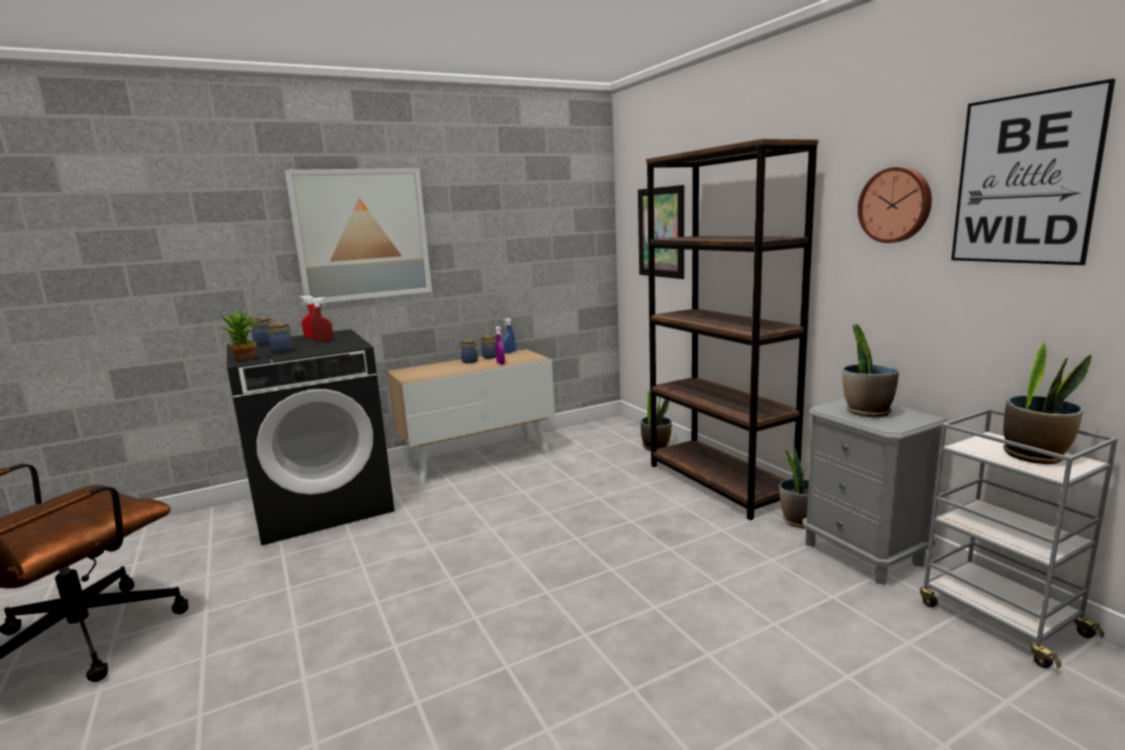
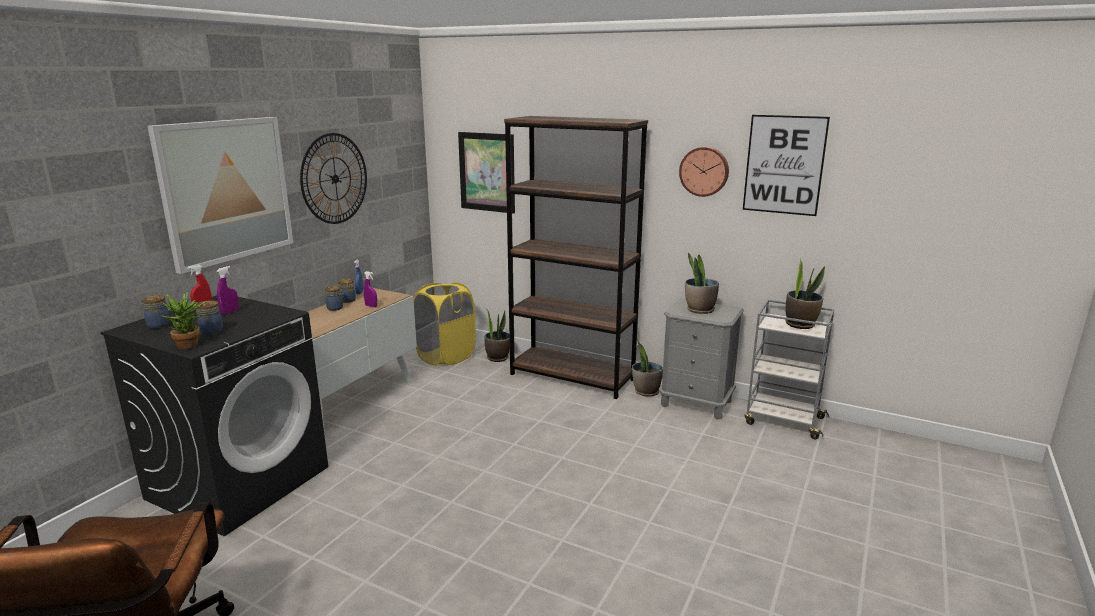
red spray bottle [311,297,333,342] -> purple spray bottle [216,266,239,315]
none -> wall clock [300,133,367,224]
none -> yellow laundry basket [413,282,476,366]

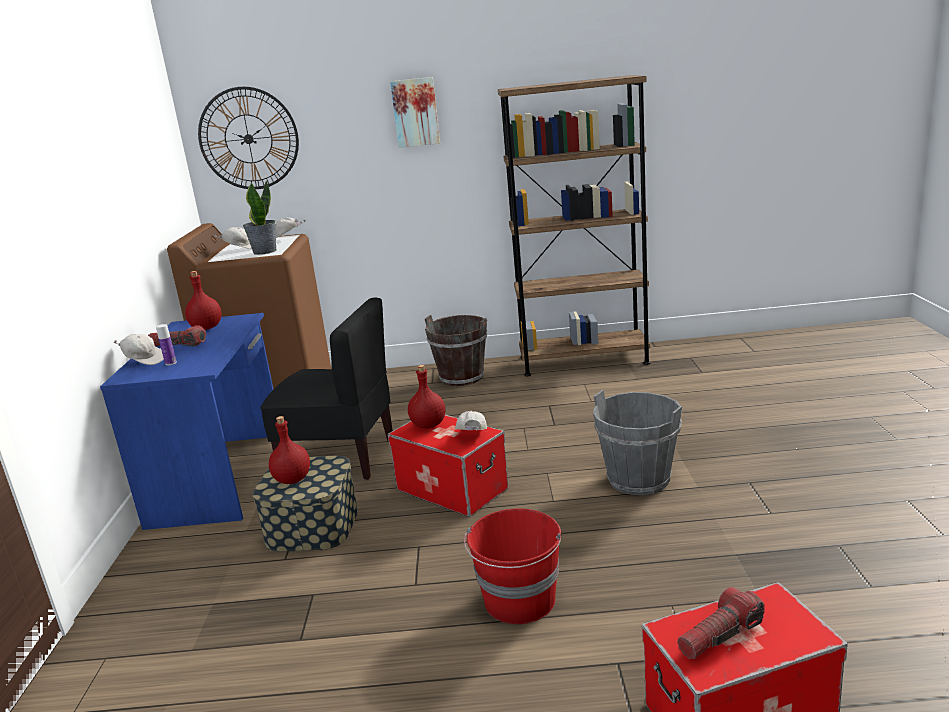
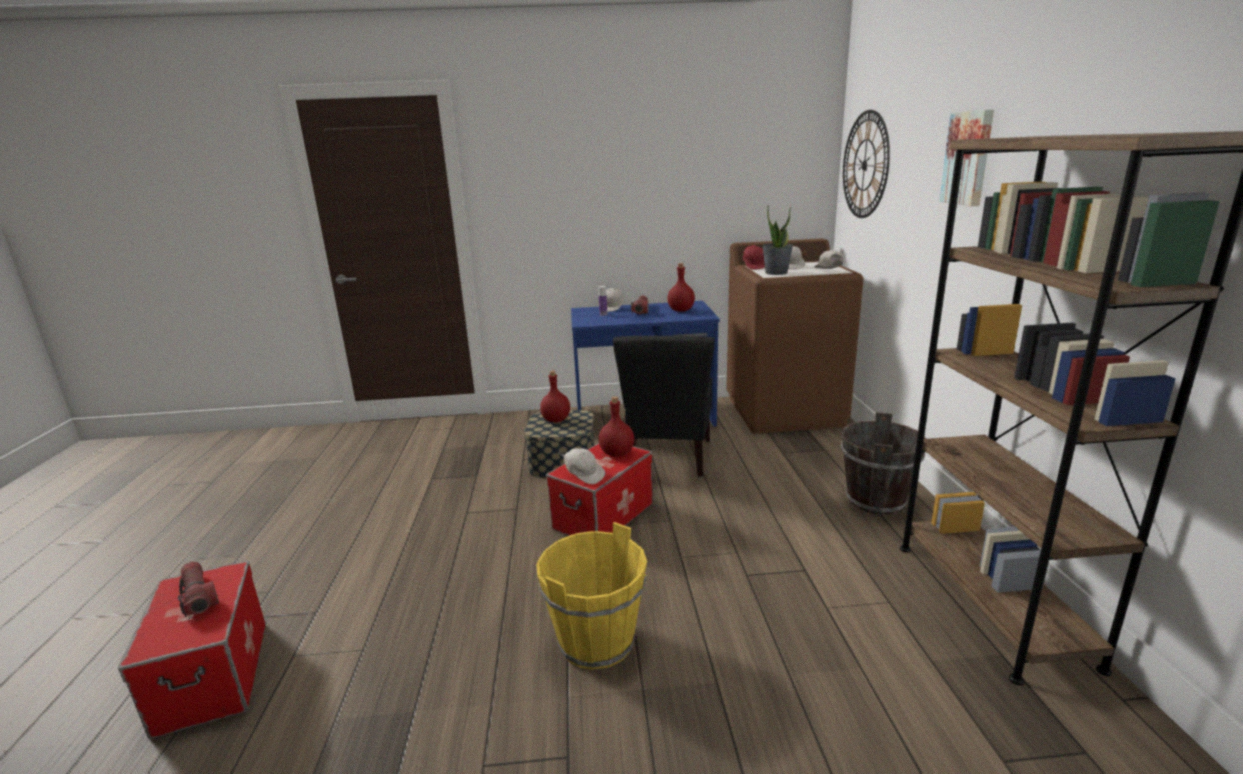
grey bucket [593,390,682,495] -> yellow bucket [536,522,647,670]
white cap [455,411,487,431] -> white cap [558,448,605,484], 45 degrees clockwise
none -> red cap [743,245,765,270]
red bucket [464,508,562,624] -> none

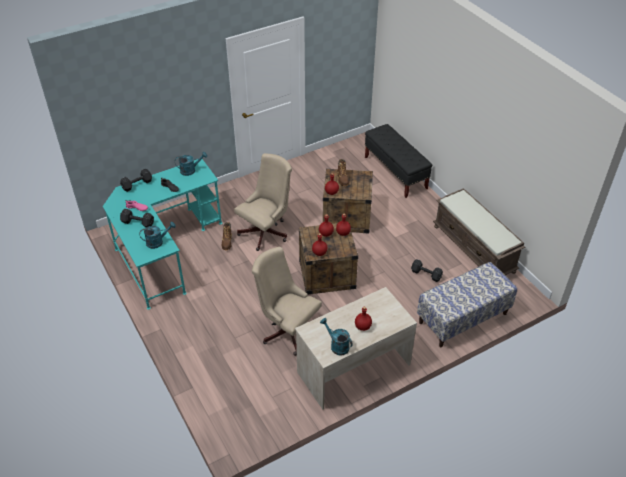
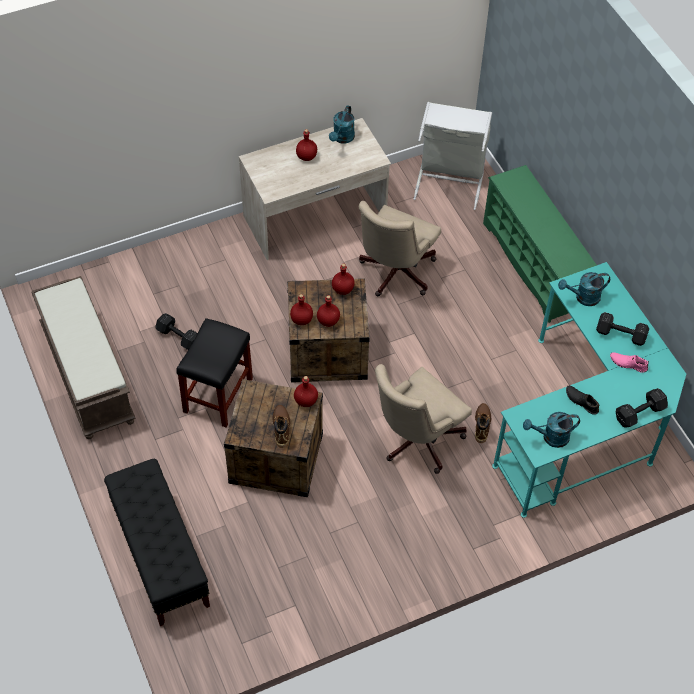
none -> black stool [176,318,253,427]
turquoise watering can [320,318,353,355] -> turquoise watering can [329,105,355,144], 60 degrees clockwise
beige office chair [252,247,322,356] -> beige office chair [359,201,441,296], 75 degrees clockwise
none -> grey laundry basket [414,102,492,210]
none -> green shoe rack [483,165,597,323]
bench [417,262,517,347] -> none

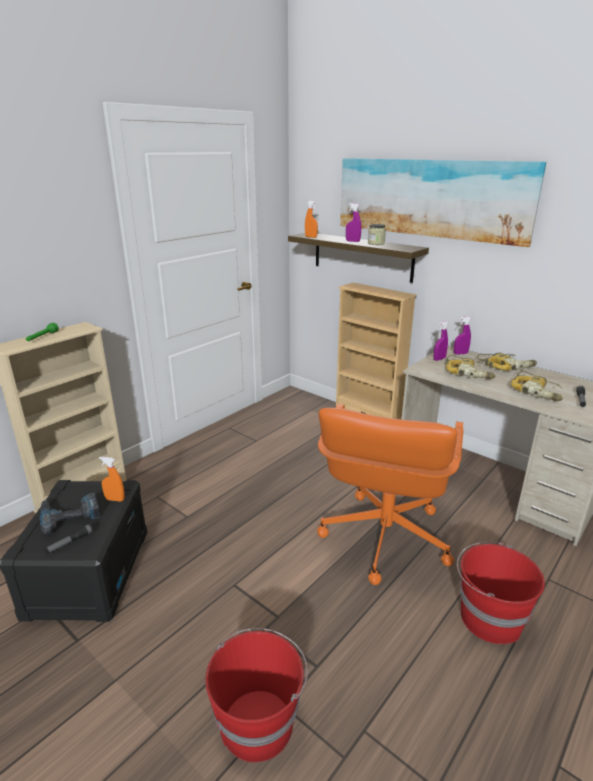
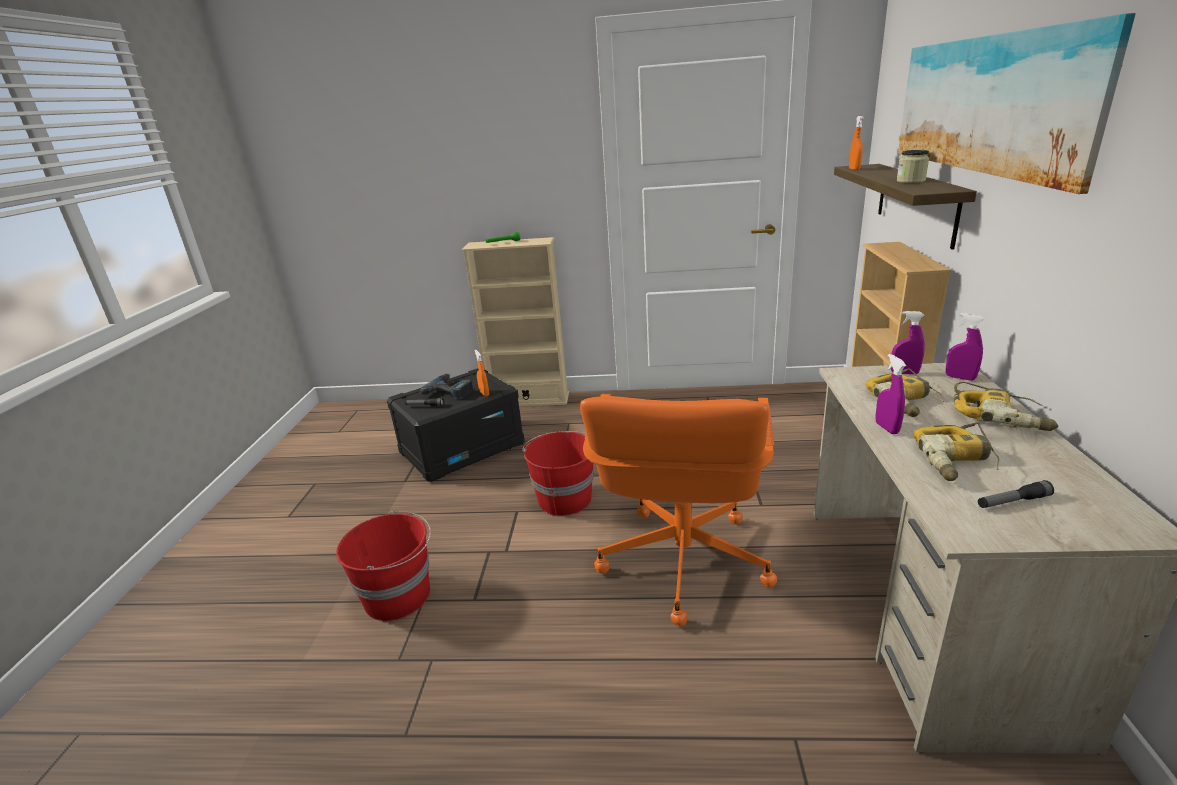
red bucket [457,542,545,644] -> red bucket [523,431,594,516], relocated
orange office chair [317,404,463,585] -> orange office chair [580,394,777,627], 60 degrees counterclockwise
purple spray bottle [346,203,361,242] -> purple spray bottle [875,354,906,435], relocated

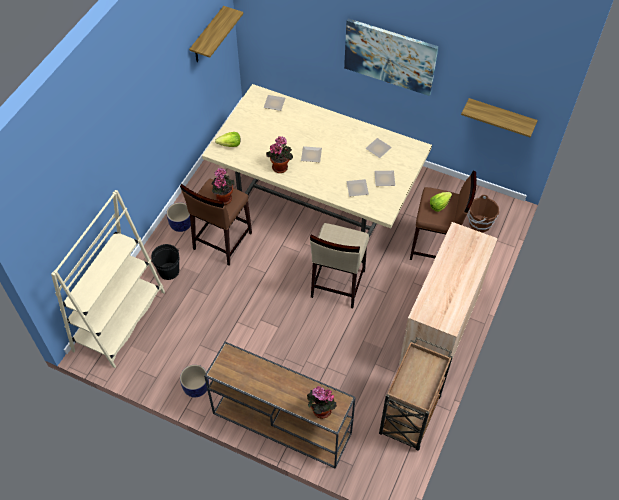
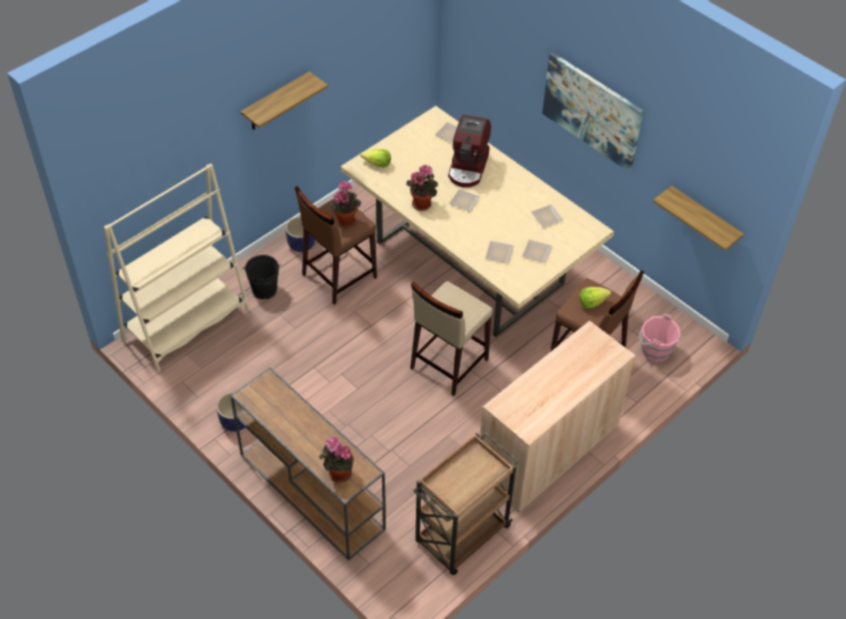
shelf [189,6,243,62] -> shelf [240,71,328,130], relocated
none -> coffee machine [448,115,491,187]
brown bucket [467,195,499,232] -> pink bucket [639,314,681,362]

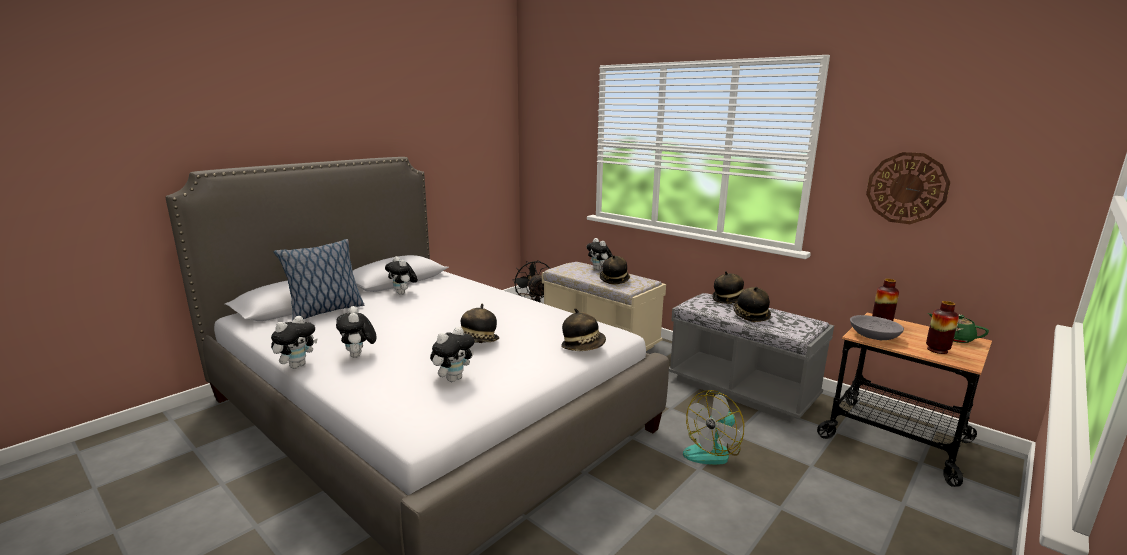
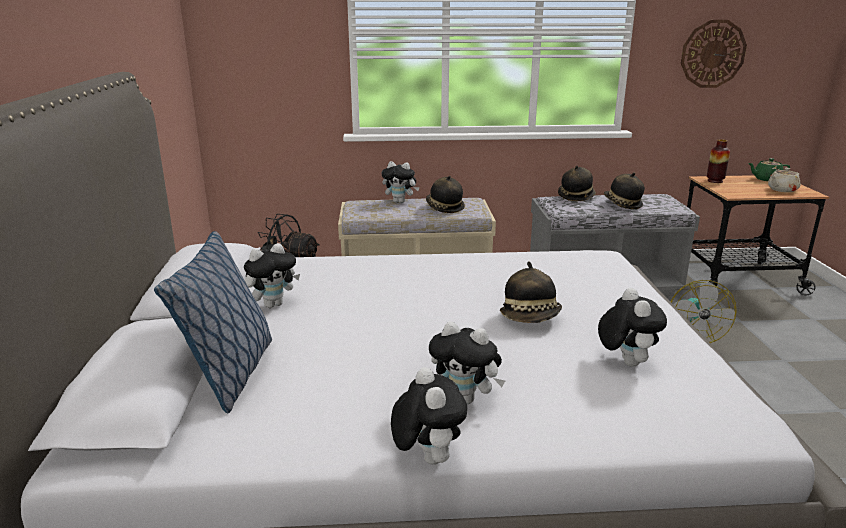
plush toy [385,256,418,295] -> plush toy [244,243,300,308], 45 degrees counterclockwise
vase [926,301,959,354] -> beige teapot [768,168,801,192]
hat [561,308,606,351] -> none
grey bowl [850,315,904,340] -> none

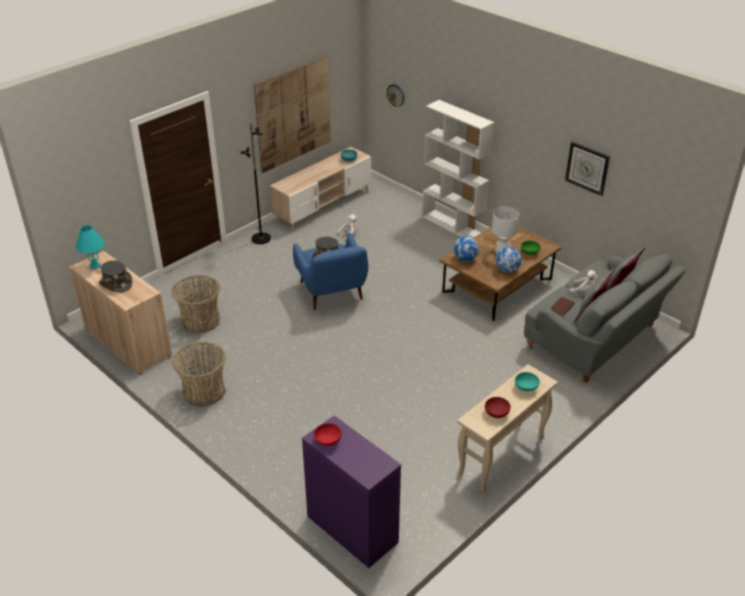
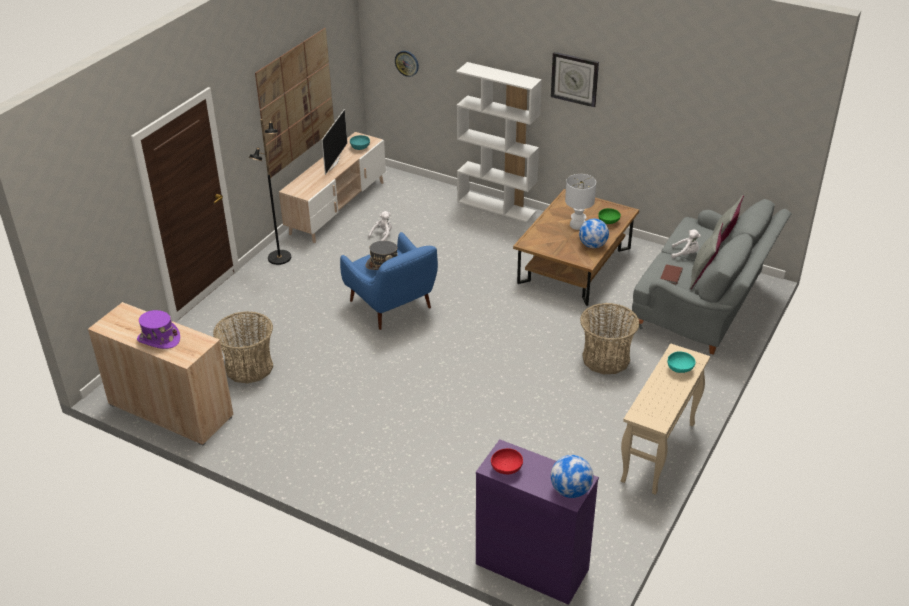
grey hat [99,260,133,293] -> purple hat [137,310,180,349]
none -> television [322,109,348,175]
wall clock [565,141,610,196] -> wall clock [551,52,599,107], relocated
globe [454,236,479,261] -> globe [551,455,593,498], relocated
basket [172,342,226,407] -> basket [580,303,640,374], relocated
turquoise table lamp [76,225,105,269] -> none
red bowl [485,397,511,418] -> none

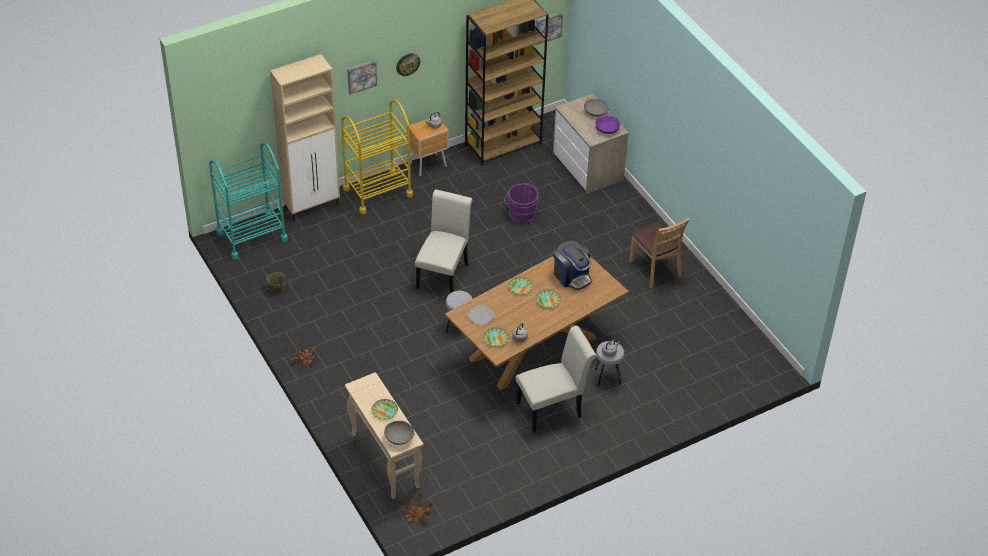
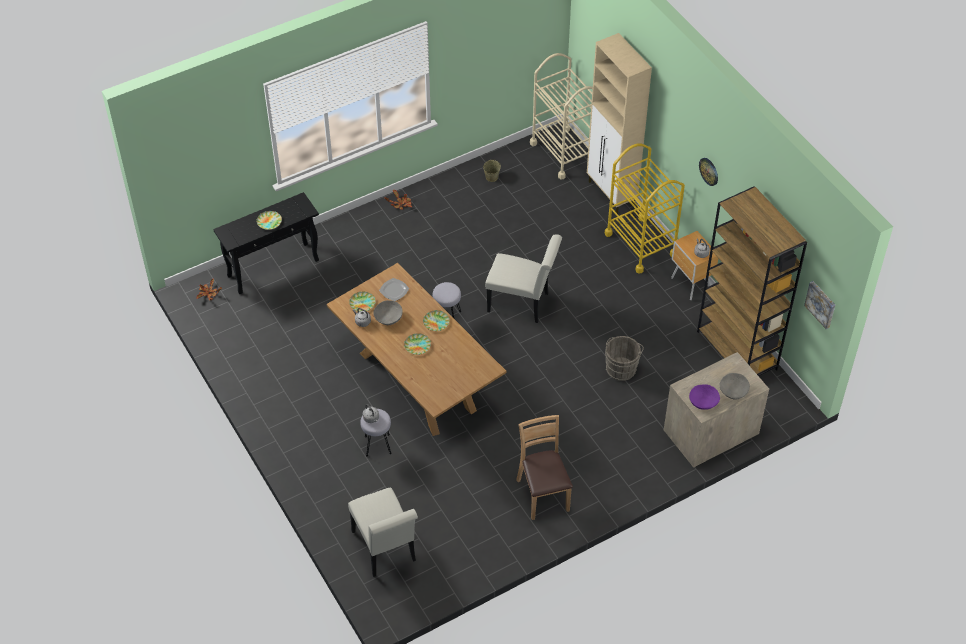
beige console table [345,372,424,499] -> black console table [213,192,319,294]
white chair [516,326,597,433] -> white chair [348,488,418,577], relocated
grey bowl [384,421,415,445] -> grey bowl [373,300,403,325], relocated
brown chair [629,218,690,288] -> brown chair [516,415,573,520], 105 degrees clockwise
turquoise cart [209,143,288,260] -> beige cart [530,53,593,180]
purple bucket [504,183,539,223] -> grey bucket [605,336,644,381]
picture [347,60,377,95] -> none
coffee machine [553,239,592,290] -> none

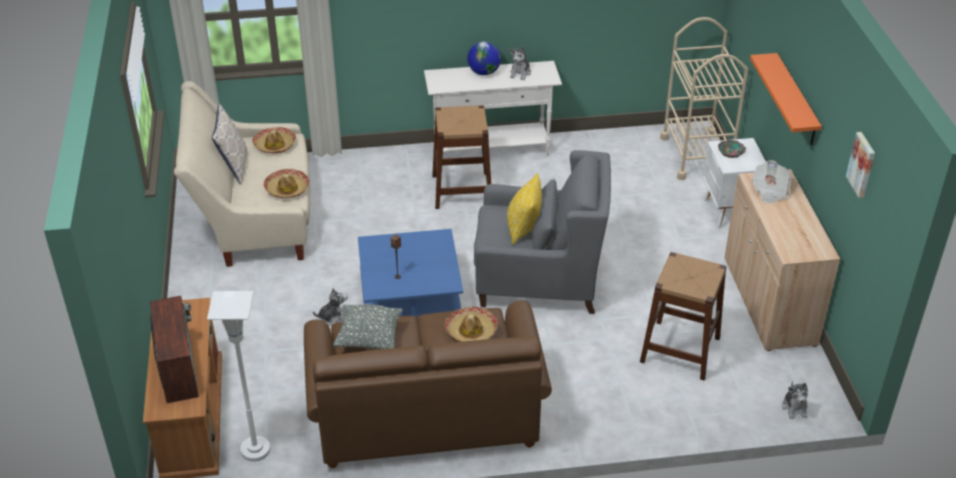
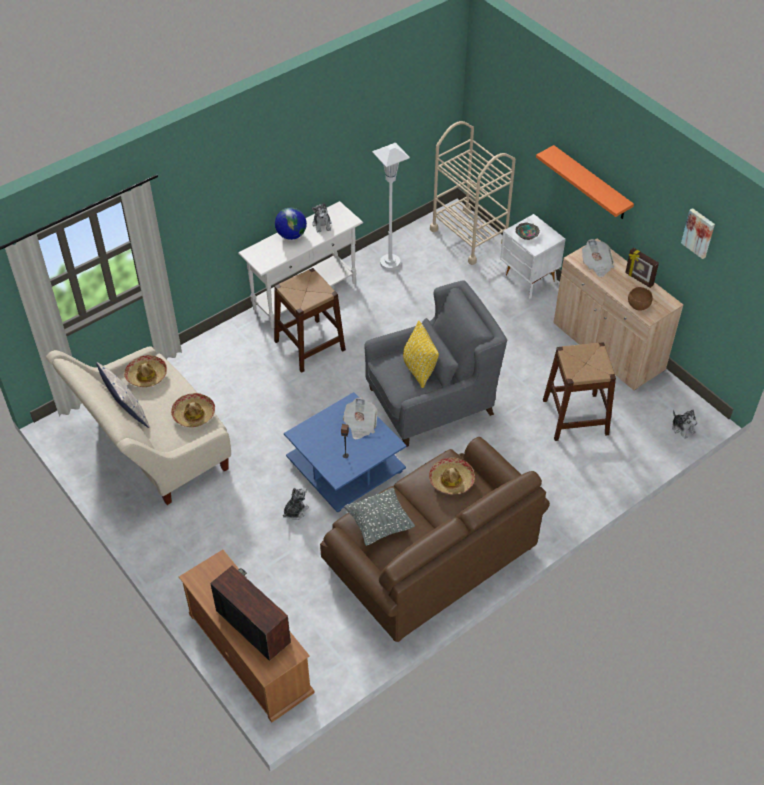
none -> newspaper [343,397,378,440]
white floor lamp [207,291,270,462] -> white floor lamp [372,143,410,270], relocated
none -> picture frame [625,248,659,288]
none -> brown bowl [628,287,653,311]

